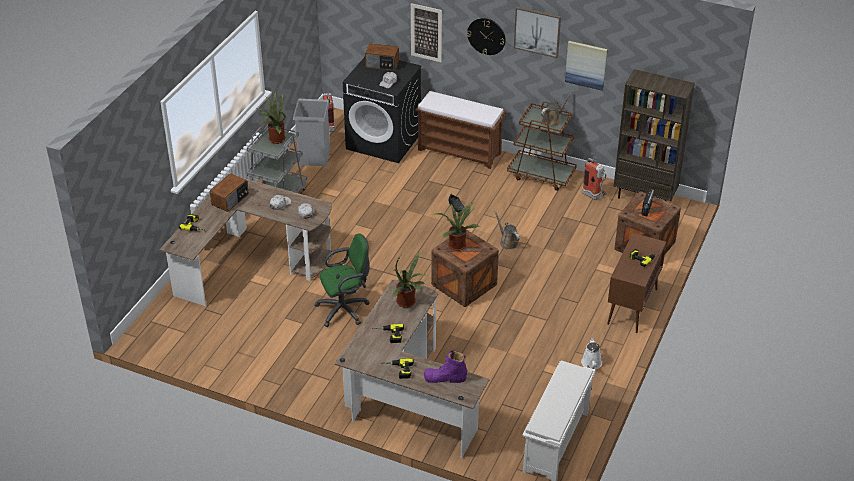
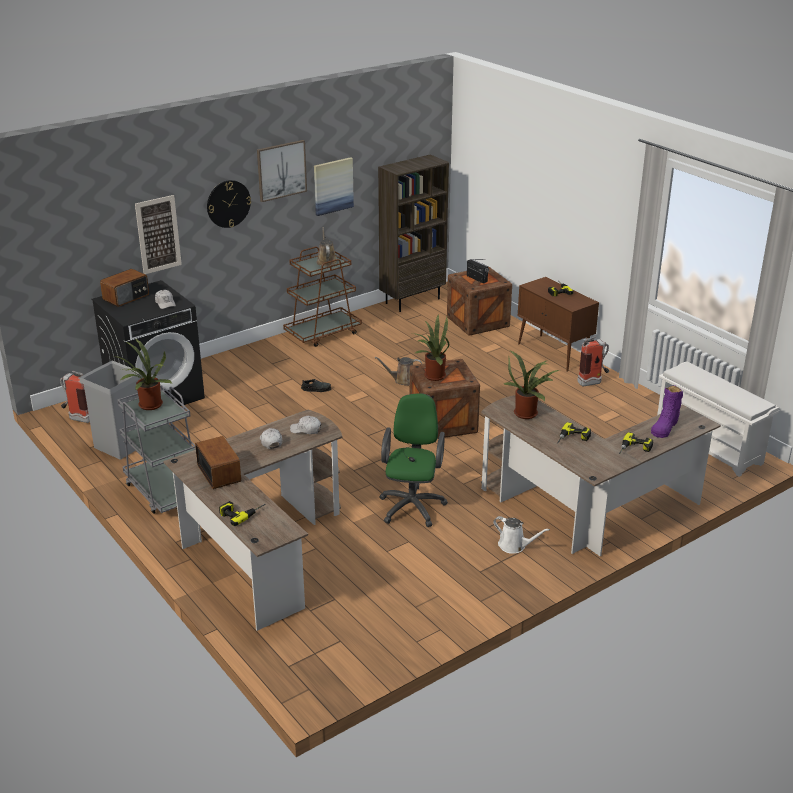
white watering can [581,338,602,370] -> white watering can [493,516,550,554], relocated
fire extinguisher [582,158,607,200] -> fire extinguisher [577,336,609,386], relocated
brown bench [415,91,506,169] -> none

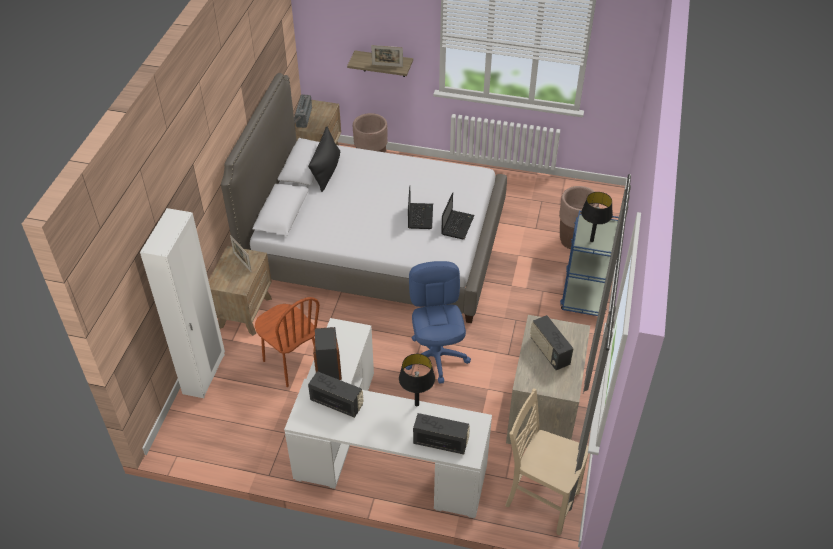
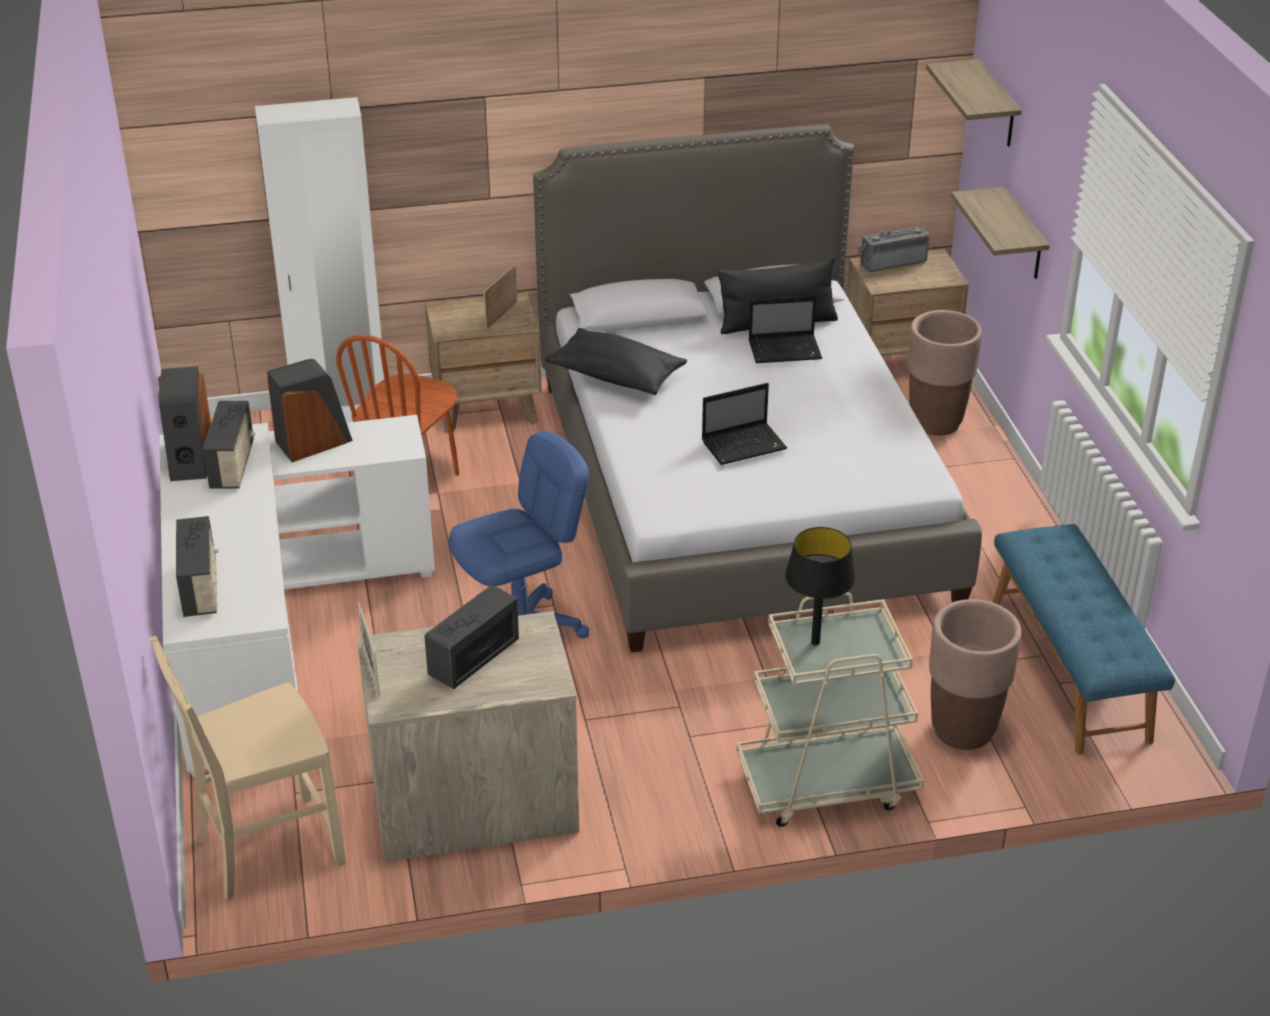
beige chair [505,389,588,535] -> beige chair [150,636,346,900], 120 degrees counterclockwise
none -> speaker [158,366,211,481]
picture frame [371,45,403,67] -> picture frame [358,602,380,697], relocated
none -> black pillow [545,328,687,395]
blue cart [560,211,619,316] -> beige cart [736,592,924,827]
laptop [441,192,475,239] -> laptop [749,296,822,363], relocated
none -> shelf [926,59,1022,147]
none -> blue bench [992,524,1175,755]
black table lamp [399,354,435,406] -> none

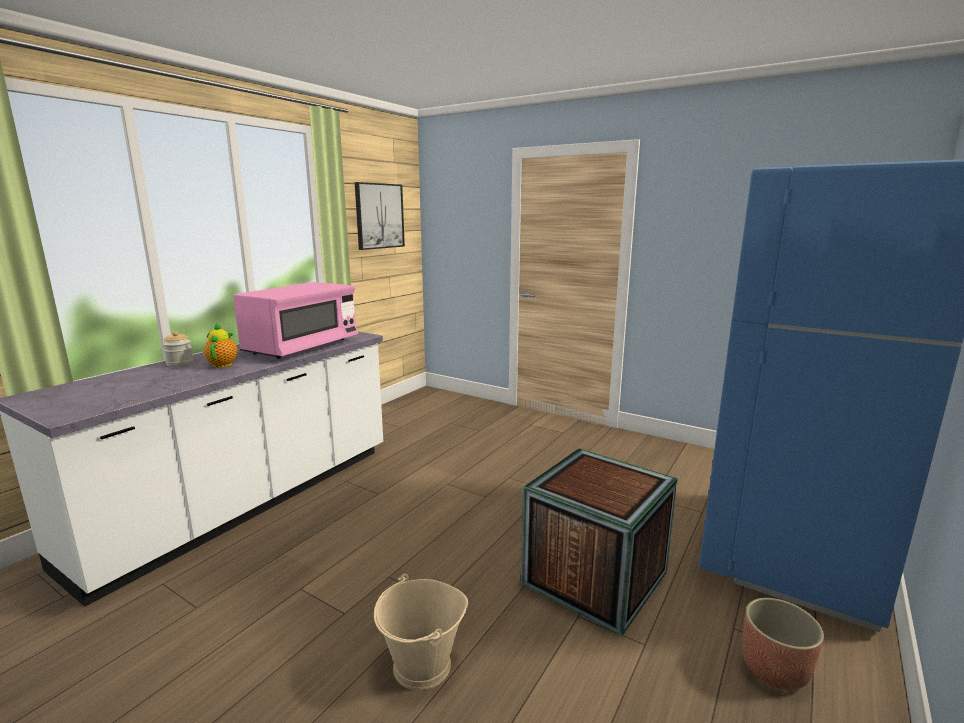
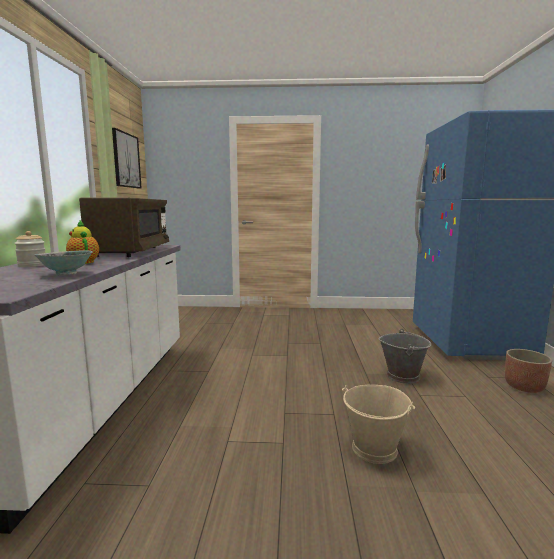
none -> bowl [35,250,92,276]
pink microwave [233,282,358,359] -> brown microwave [79,198,169,257]
crate [521,448,678,636] -> grey bucket [379,329,432,384]

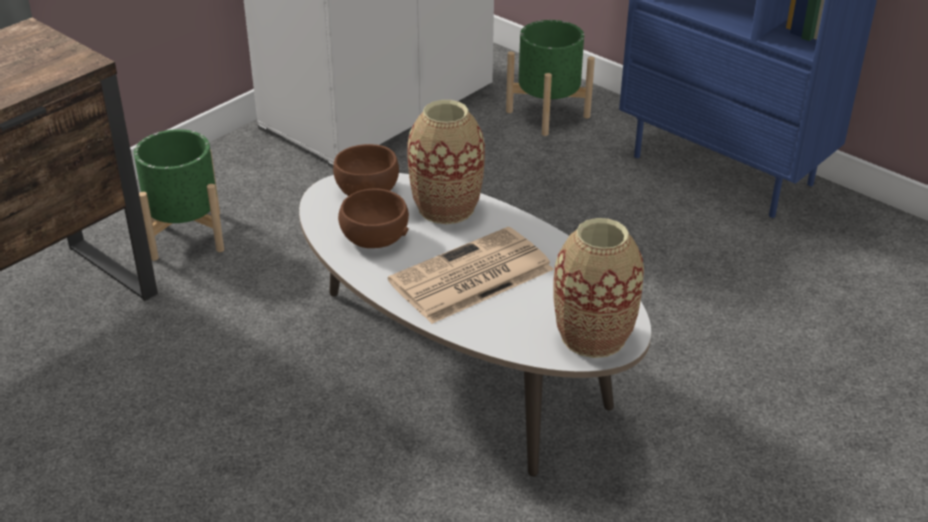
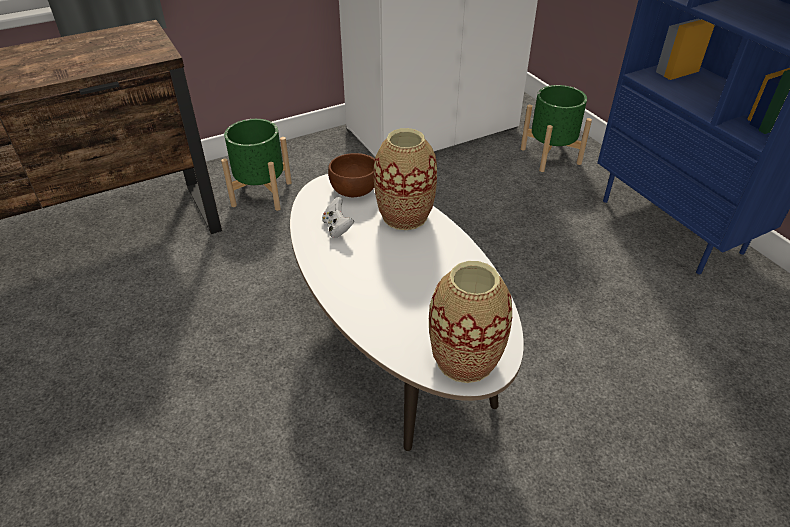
brown bowl [338,188,409,248] -> white game controller [322,197,354,238]
newspaper [388,227,554,324] -> none

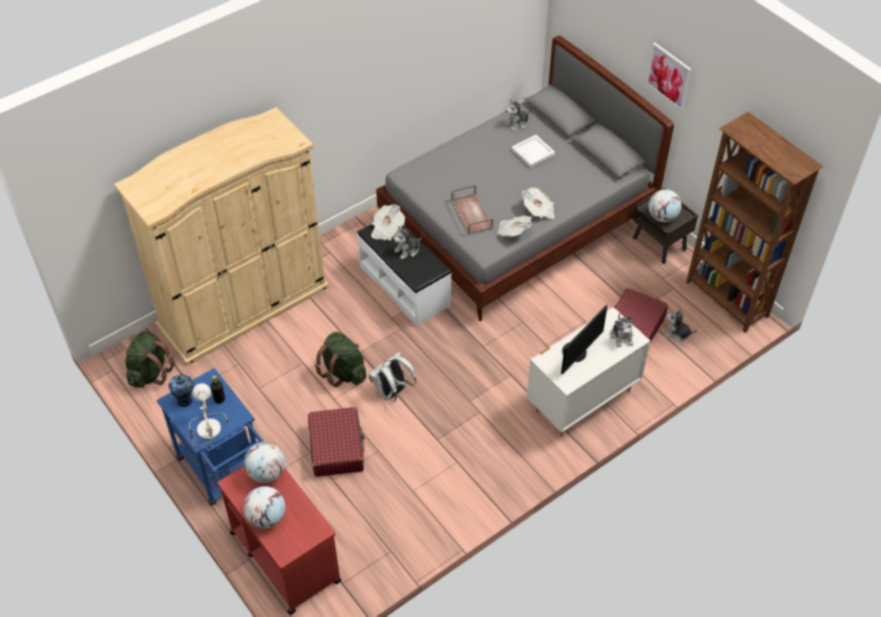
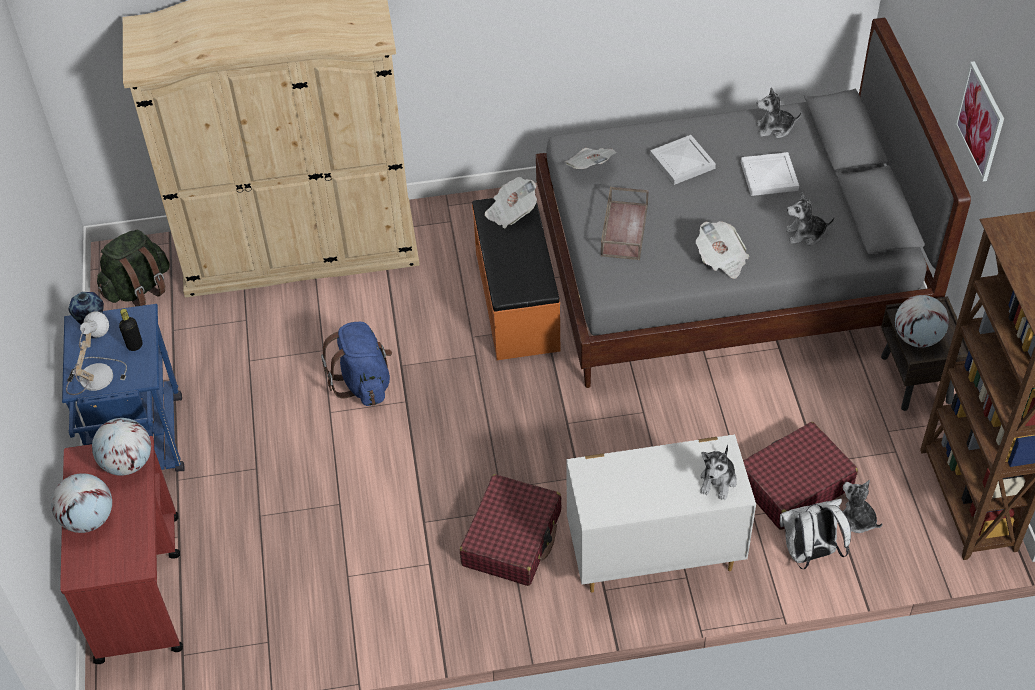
green backpack [315,332,366,387] -> blue backpack [321,322,392,406]
red suitcase [308,407,365,477] -> red suitcase [460,474,561,586], relocated
white bench [357,224,451,326] -> orange bench [472,198,560,360]
newspaper [497,215,532,237] -> newspaper [565,148,616,169], relocated
none -> white tray [650,135,716,185]
white backpack [369,351,416,402] -> white backpack [780,498,851,569], relocated
plush toy [393,226,422,260] -> plush toy [786,193,834,246], relocated
monitor [561,304,607,374] -> none

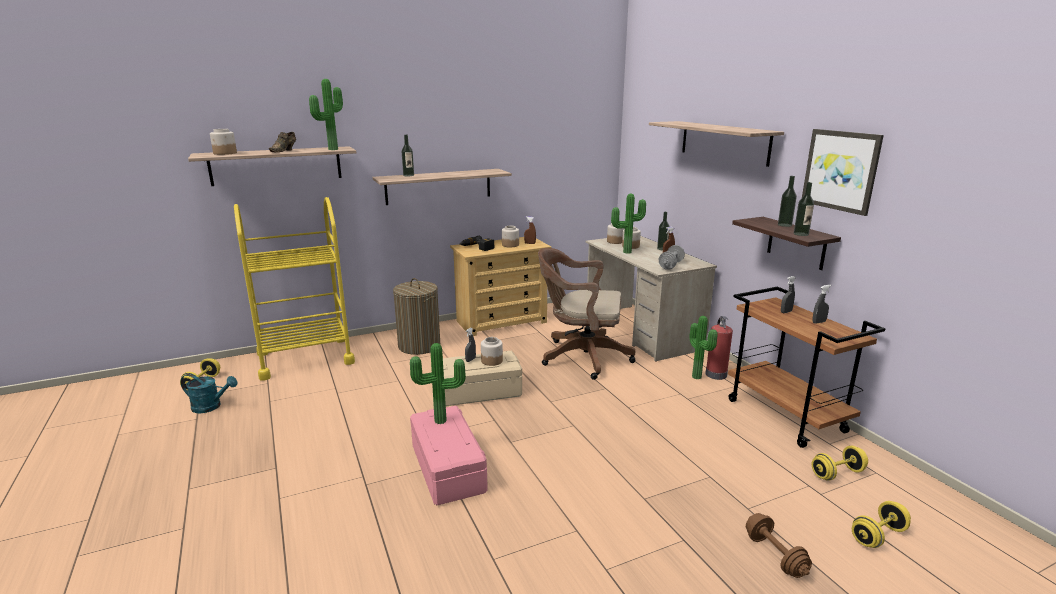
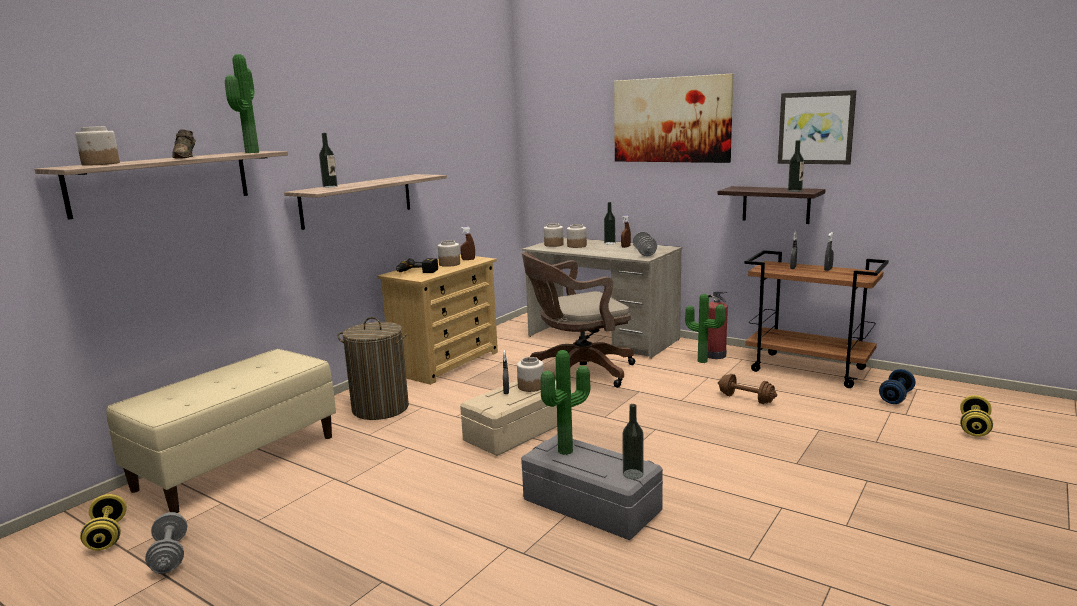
yellow cart [234,197,355,381] -> beige bench [106,349,336,513]
turquoise watering can [180,374,238,413] -> grey dumbbell [145,512,187,574]
pink storage box [410,406,488,505] -> grey storage box [521,434,663,540]
shelf [649,121,784,167] -> picture [614,74,734,163]
bottle [778,176,797,227] -> bottle [622,404,644,479], relocated
brown dumbbell [746,513,812,578] -> brown dumbbell [718,374,777,404], relocated
yellow dumbbell [812,446,868,481] -> blue dumbbell [879,369,915,404]
potted plant [611,193,646,254] -> none

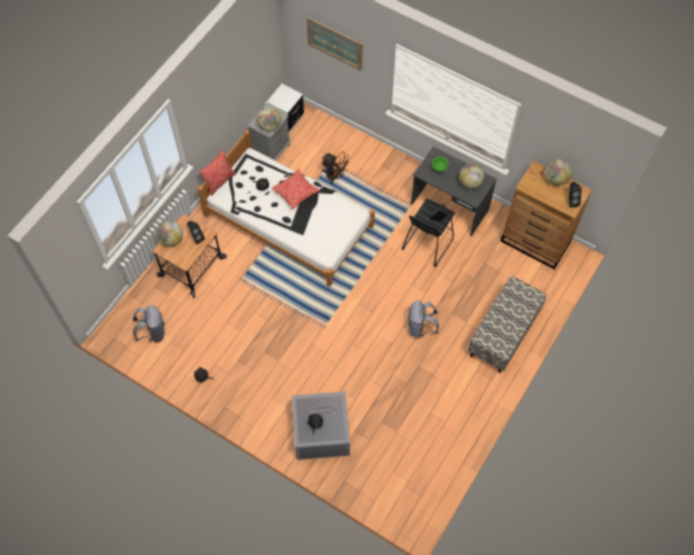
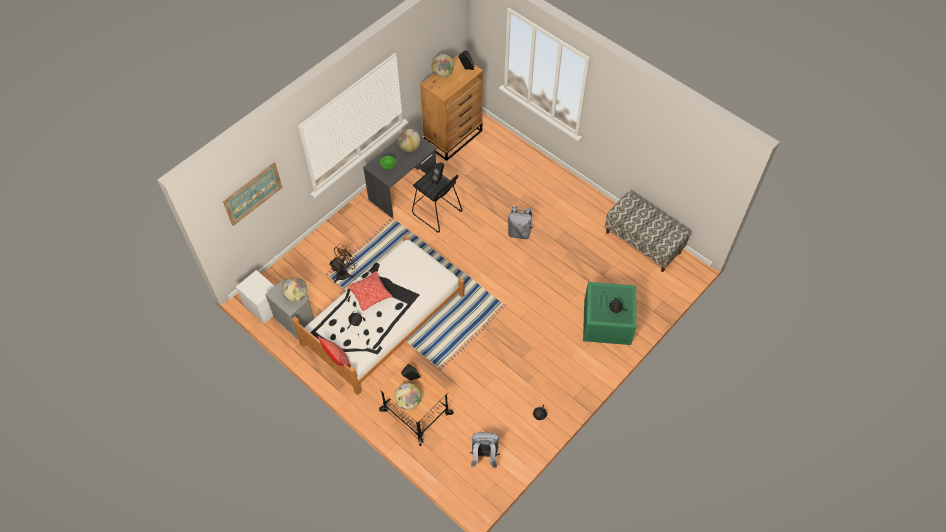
grey storage box [292,391,350,460] -> green storage box [583,282,636,345]
bench [468,276,546,373] -> bench [605,192,690,272], relocated

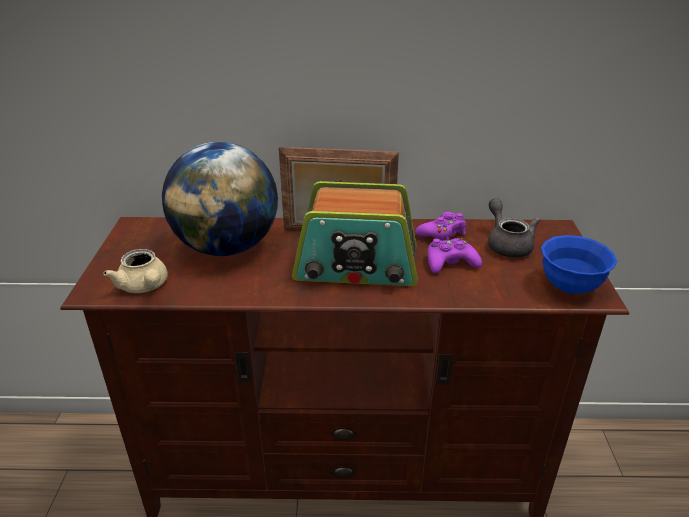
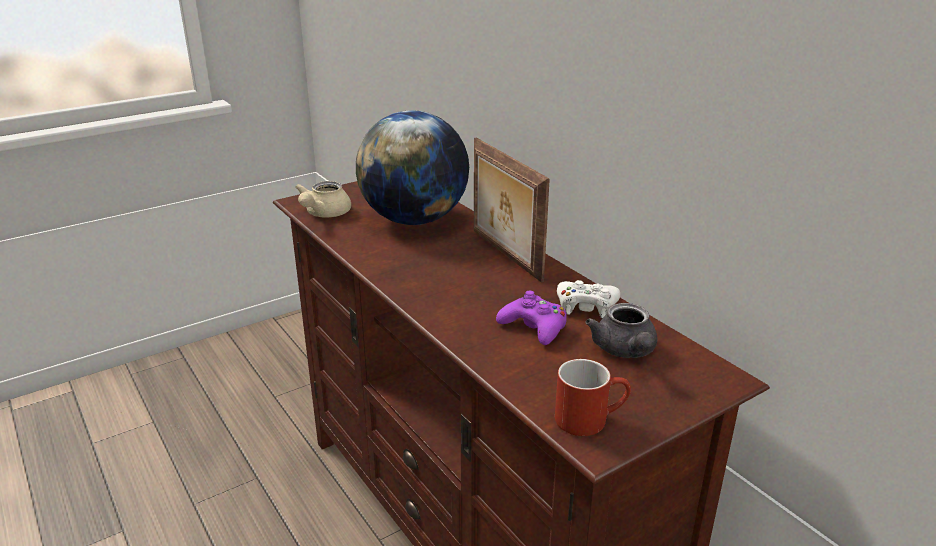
blue bowl [541,235,617,294] -> red mug [555,359,631,436]
purple game controller [415,212,467,241] -> white game controller [557,280,620,318]
grey teapot [488,198,540,258] -> grey teapot [586,303,657,358], 135 degrees clockwise
radio [292,181,418,286] -> none

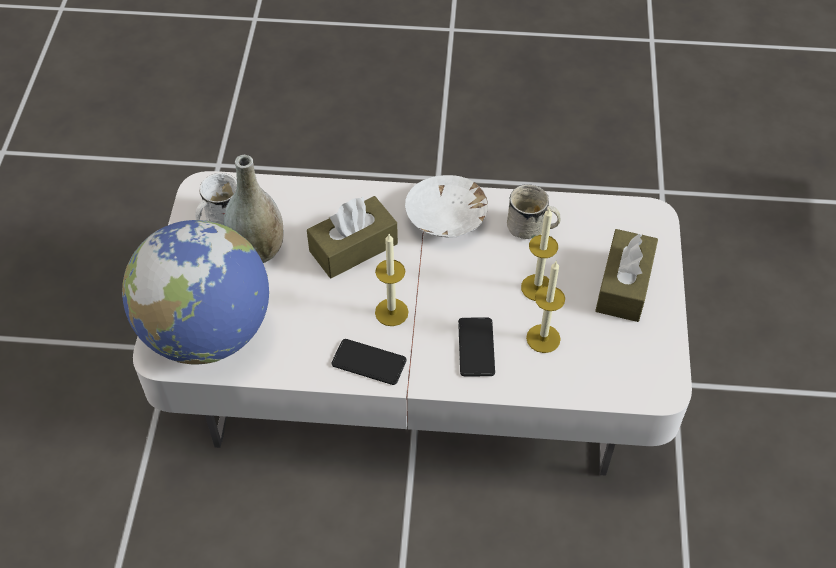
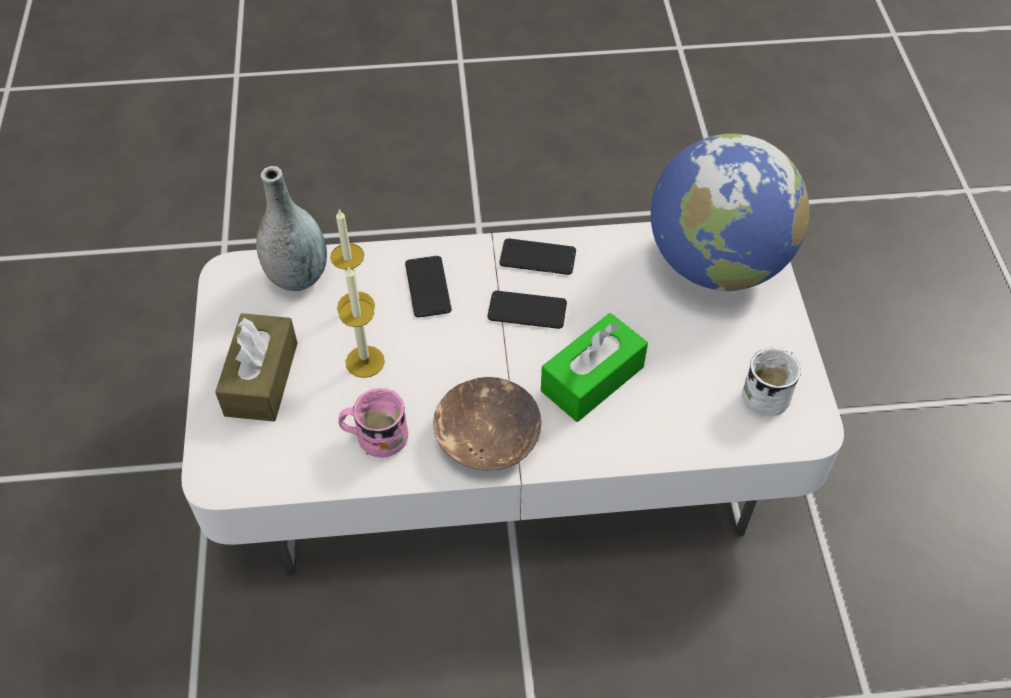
grey vase [224,155,284,263] -> grey vase [256,166,327,291], relocated
white mug [507,184,561,239] -> pink mug [338,388,408,457]
white bowl [405,175,488,238] -> brown bowl [433,377,541,471]
candle [375,234,409,326] -> phone [488,291,567,329]
brown tissue box [307,196,398,278] -> green tissue box [541,313,648,422]

